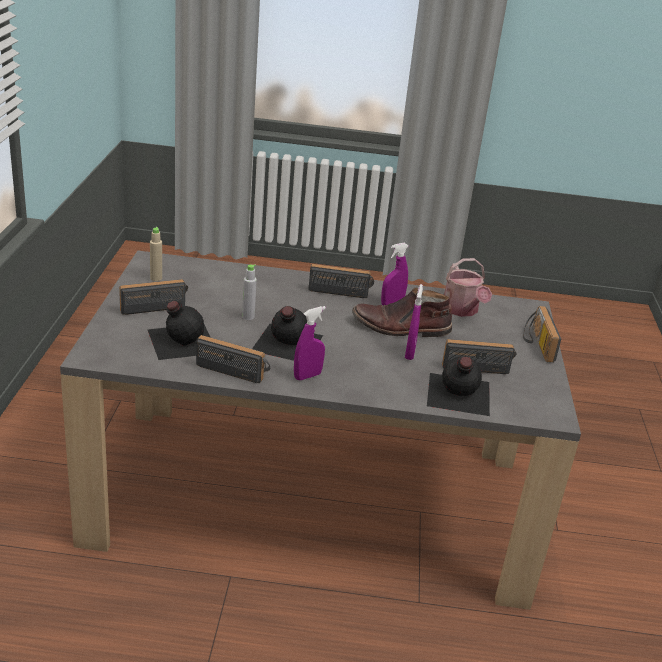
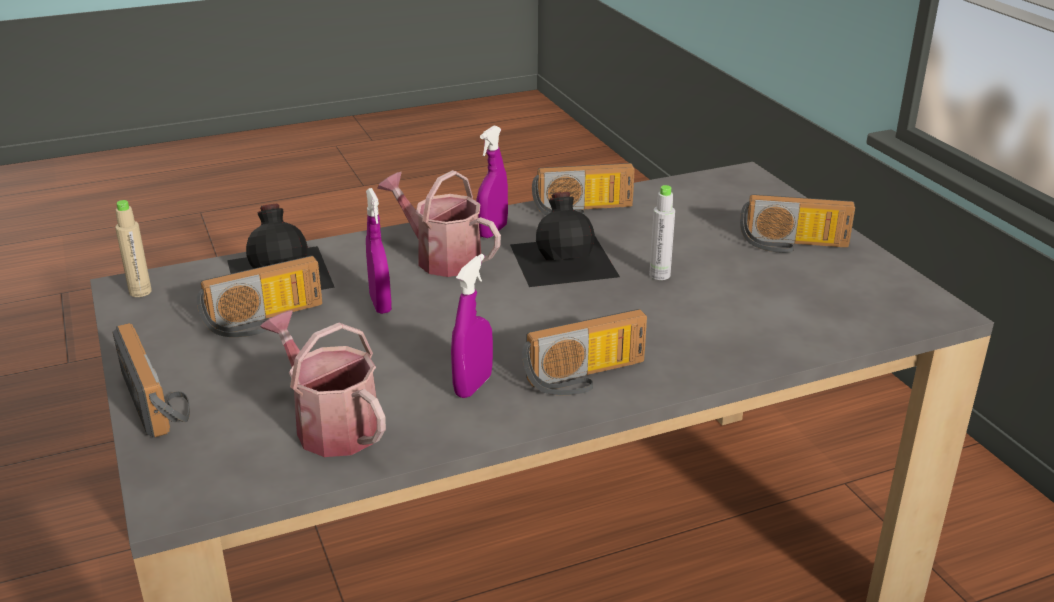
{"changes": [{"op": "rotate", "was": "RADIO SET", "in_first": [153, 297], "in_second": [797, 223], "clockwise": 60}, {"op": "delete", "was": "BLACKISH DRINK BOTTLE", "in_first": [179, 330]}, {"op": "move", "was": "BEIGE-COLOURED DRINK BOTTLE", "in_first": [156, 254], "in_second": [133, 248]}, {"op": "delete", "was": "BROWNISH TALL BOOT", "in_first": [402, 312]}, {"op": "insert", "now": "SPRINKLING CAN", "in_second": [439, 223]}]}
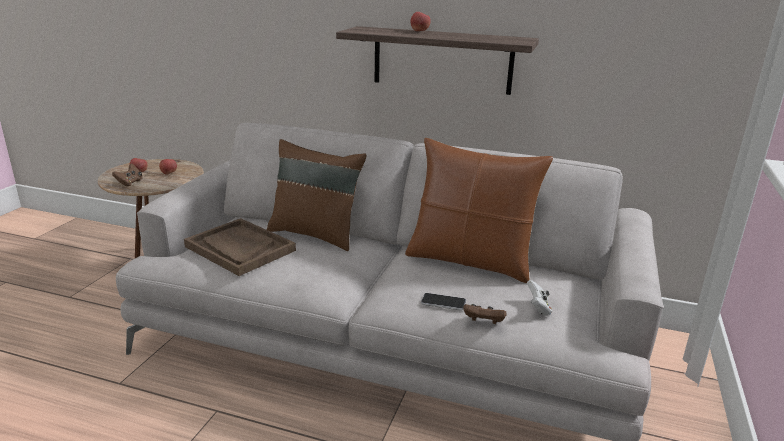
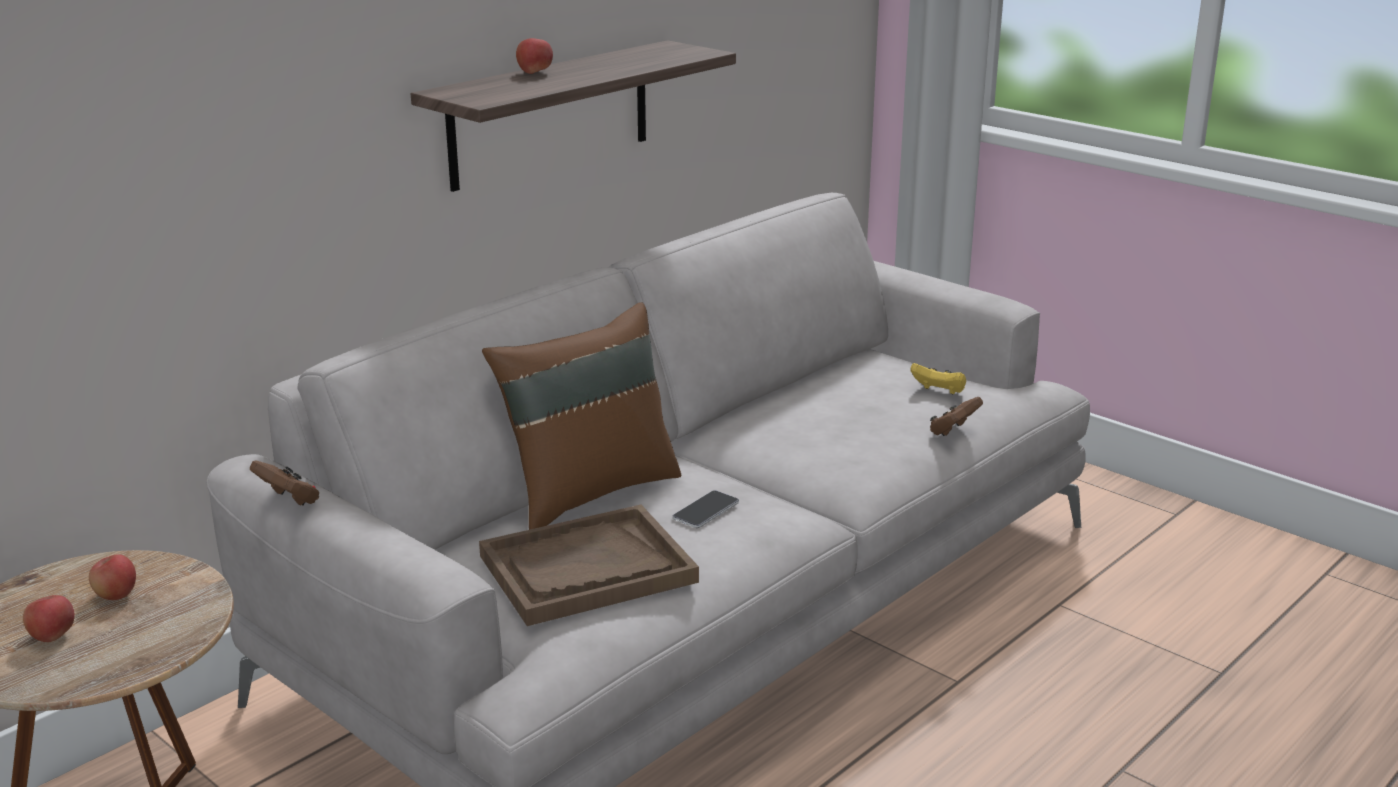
{"changes": [{"op": "move", "was": "BROWNISH GAMEPAD", "in_first": [127, 175], "in_second": [284, 483]}, {"op": "delete", "was": "BROWNISH THROW PILLOW", "in_first": [479, 210]}, {"op": "move", "was": "PHONE", "in_first": [443, 302], "in_second": [705, 509]}, {"op": "recolor", "was": "WHITE GAMEPAD", "now": "YELLOW GAMEPAD", "in_first": [539, 298], "in_second": [938, 379]}]}
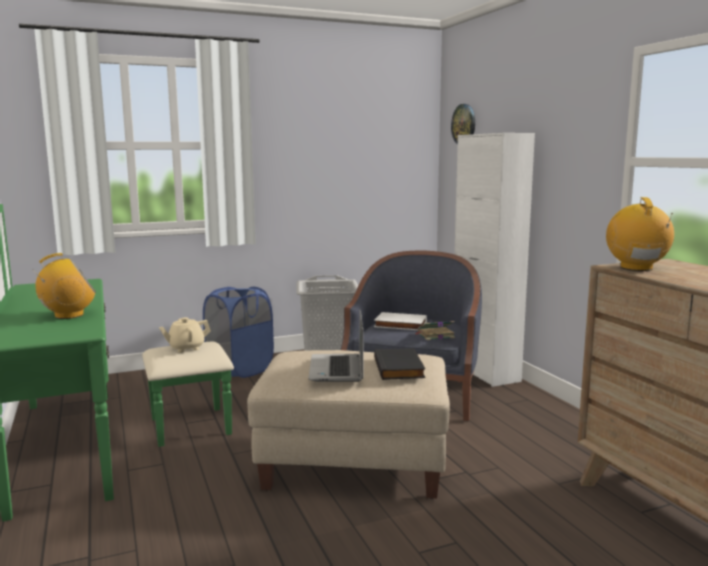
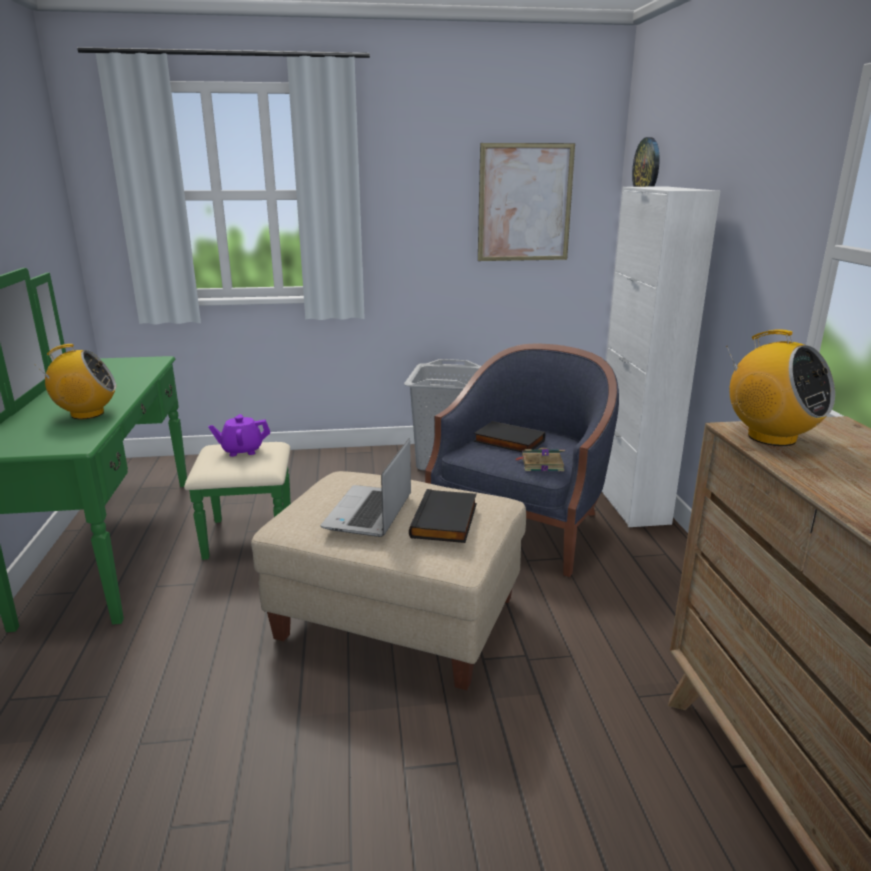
{"changes": [{"op": "recolor", "was": "BEIGE-COLOURED TEA POT", "now": "PURPLE TEA POT", "in_first": [185, 335], "in_second": [239, 435]}, {"op": "delete", "was": "BLUE-COLOURED WASHING BASKET", "in_first": [238, 332]}, {"op": "recolor", "was": "WHITE VOLUME", "now": "BLACKISH VOLUME", "in_first": [400, 321], "in_second": [509, 436]}, {"op": "rotate", "was": "RADIO SET", "in_first": [640, 234], "in_second": [780, 387], "clockwise": 120}, {"op": "insert", "now": "WALL ART", "in_second": [526, 202]}]}
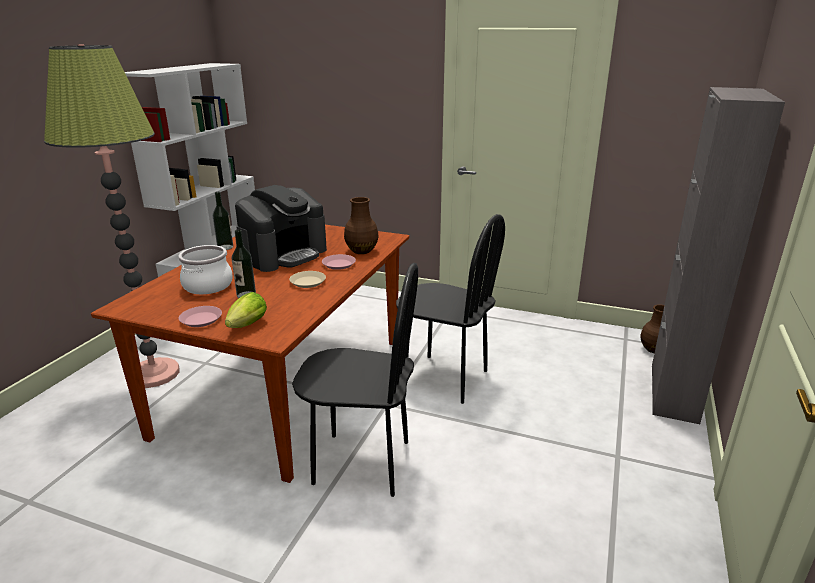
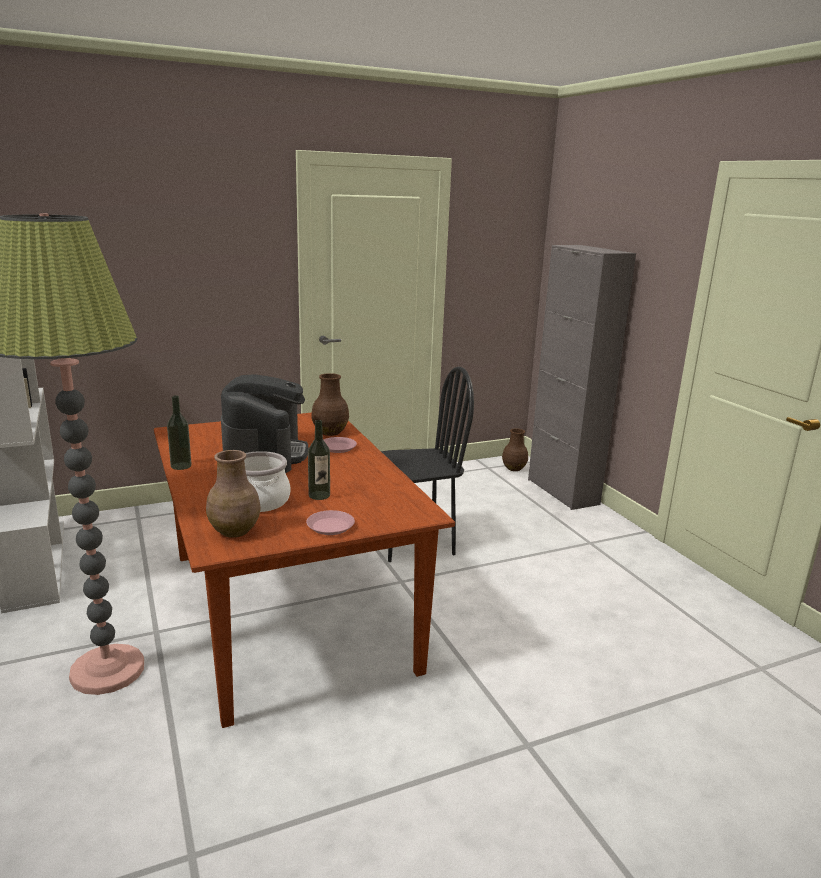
{"changes": [{"op": "delete", "was": "LETTUCE HEAD", "in_first": [246, 310]}, {"op": "delete", "was": "BEIGE-COLOURED FLAT DISH", "in_first": [307, 279]}, {"op": "delete", "was": "BLACKISH PLAIN CHAIR", "in_first": [355, 380]}, {"op": "insert", "now": "BROWNISH FLOWER VASE", "in_second": [233, 494]}]}
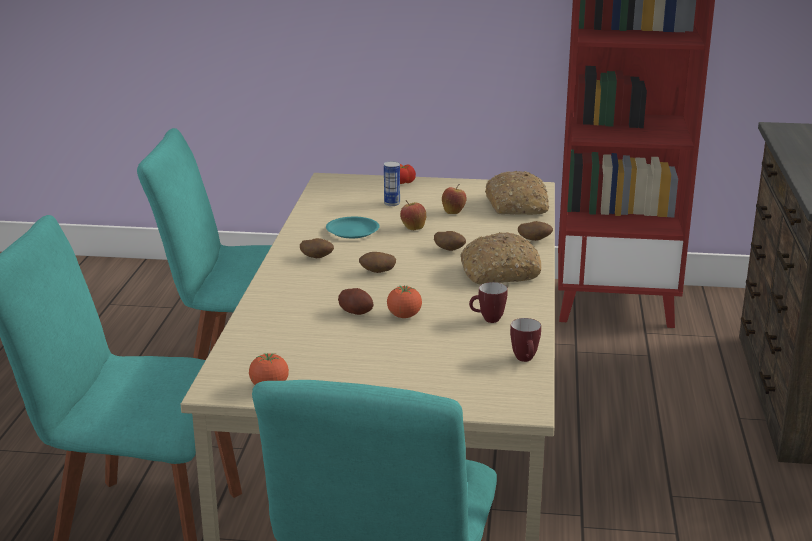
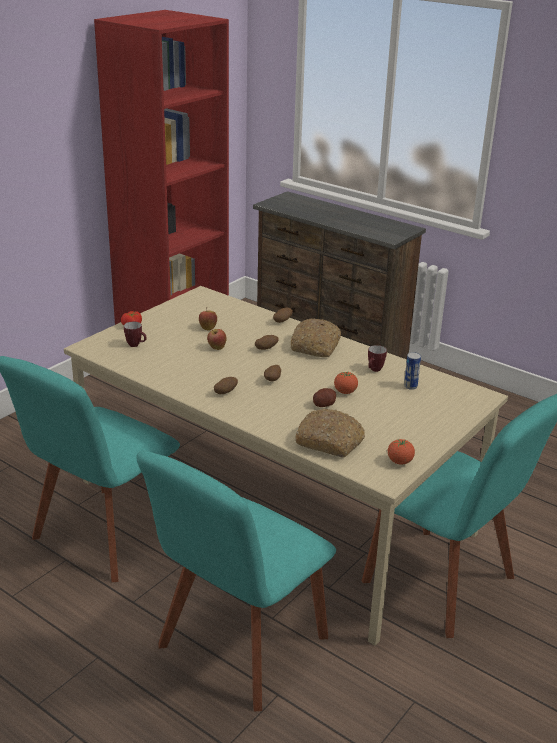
{"changes": [{"op": "delete", "was": "TURQUOISE FLAT DISH", "in_first": [353, 227]}, {"op": "move", "was": "CAN", "in_first": [392, 183], "in_second": [412, 371]}, {"op": "move", "was": "BAKERY BREAD", "in_first": [517, 193], "in_second": [330, 433]}, {"op": "move", "was": "MUG", "in_first": [525, 340], "in_second": [135, 334]}]}
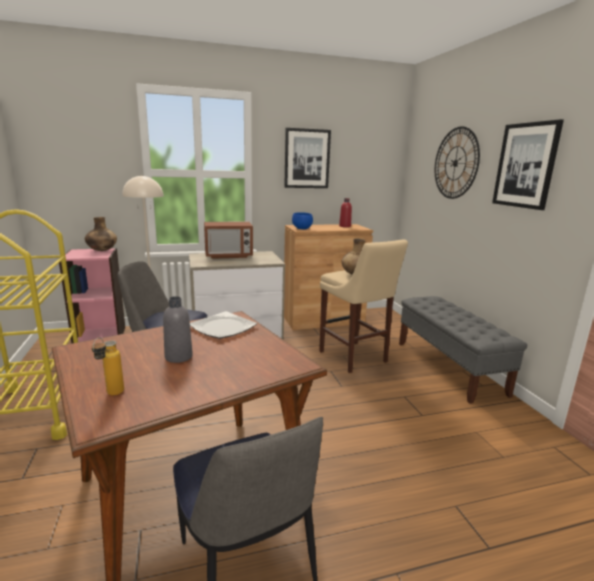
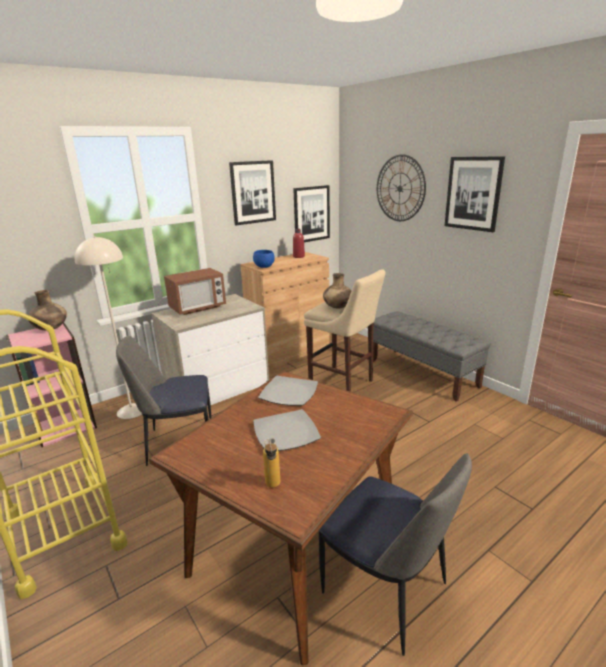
{"changes": [{"op": "replace", "was": "GREYISH DRINK BOTTLE", "now": "FLAT DISH", "in_first": [178, 329], "in_second": [287, 430]}, {"op": "insert", "now": "WALL ART", "in_second": [311, 213]}]}
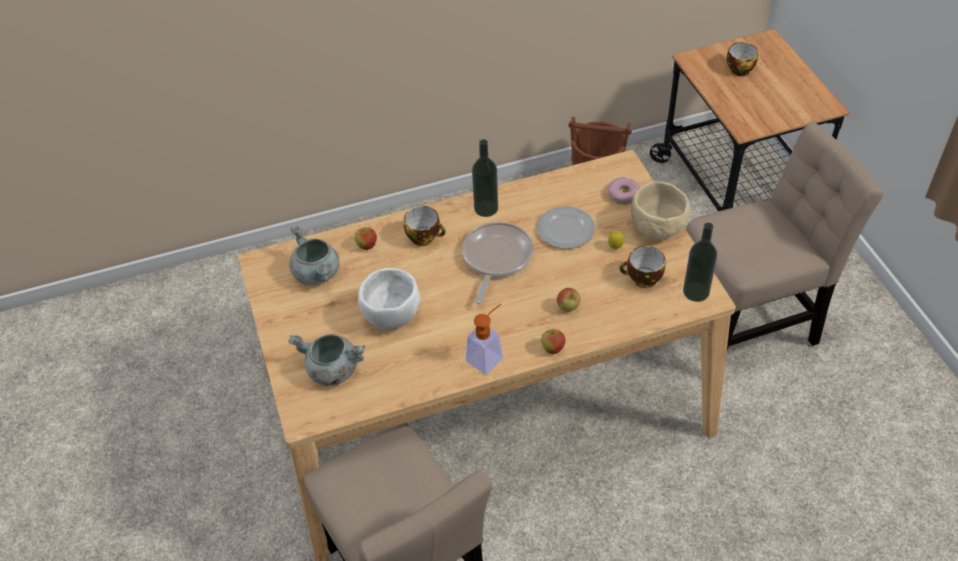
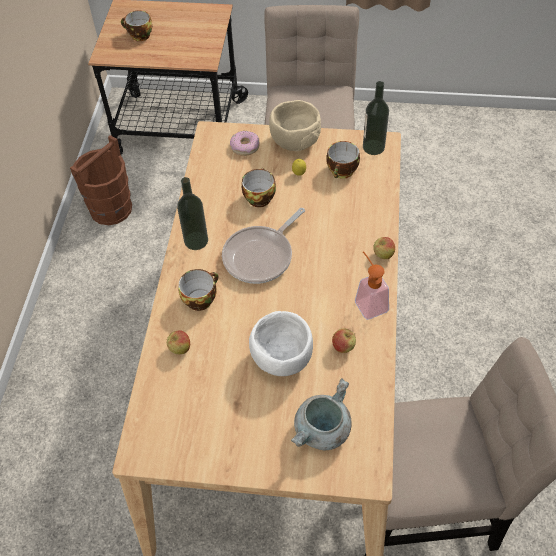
{"changes": [{"op": "delete", "was": "GREYISH SAUCEPOT", "in_first": [314, 255]}, {"op": "rotate", "was": "SKILLET", "in_first": [498, 263], "in_second": [263, 246], "clockwise": -90}, {"op": "replace", "was": "FLAT DISH", "now": "CUP", "in_first": [566, 227], "in_second": [259, 187]}, {"op": "move", "was": "APPLE", "in_first": [569, 300], "in_second": [344, 340]}]}
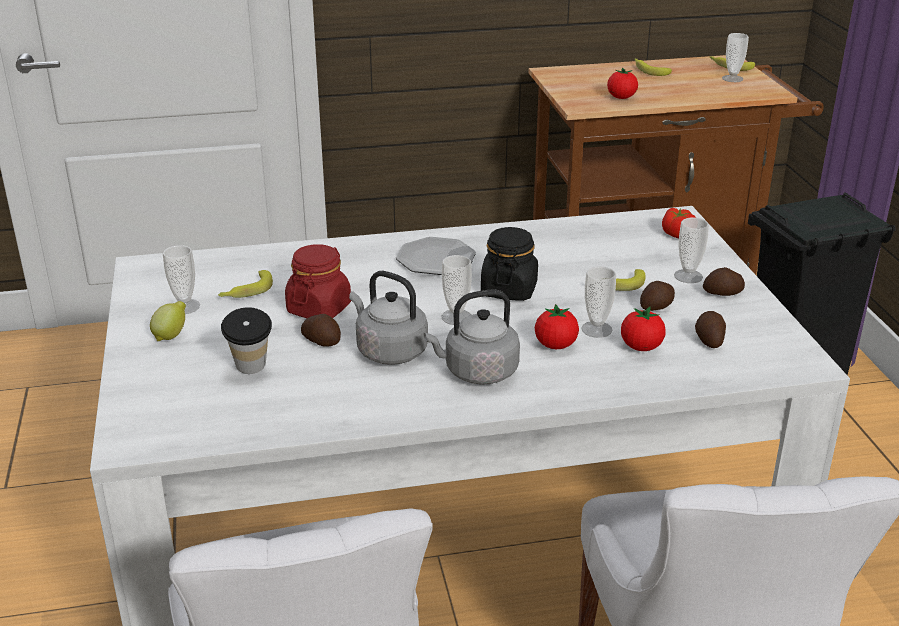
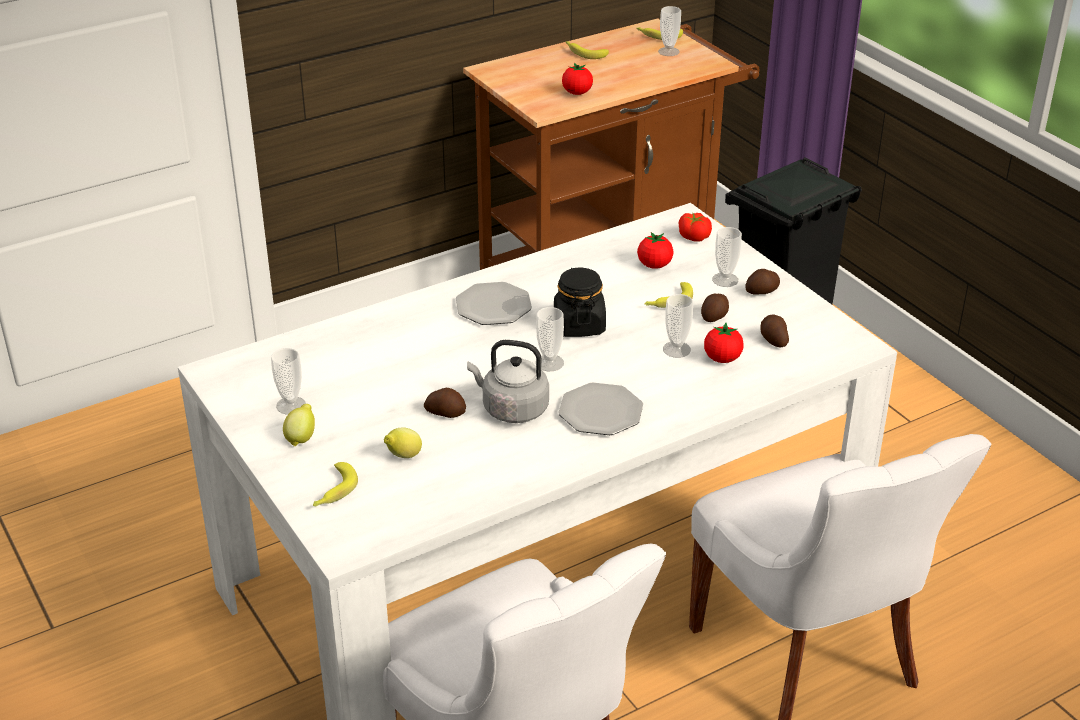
{"changes": [{"op": "move", "was": "WHOLE BANANA", "in_first": [245, 284], "in_second": [335, 484]}, {"op": "replace", "was": "CUP", "now": "WHOLE LEMON", "in_first": [246, 340], "in_second": [403, 442]}, {"op": "delete", "was": "REDDISH JAR", "in_first": [318, 281]}, {"op": "replace", "was": "GREYISH KETTLE", "now": "FLAT DISH", "in_first": [472, 337], "in_second": [600, 408]}, {"op": "move", "was": "TOMATO", "in_first": [557, 326], "in_second": [655, 250]}]}
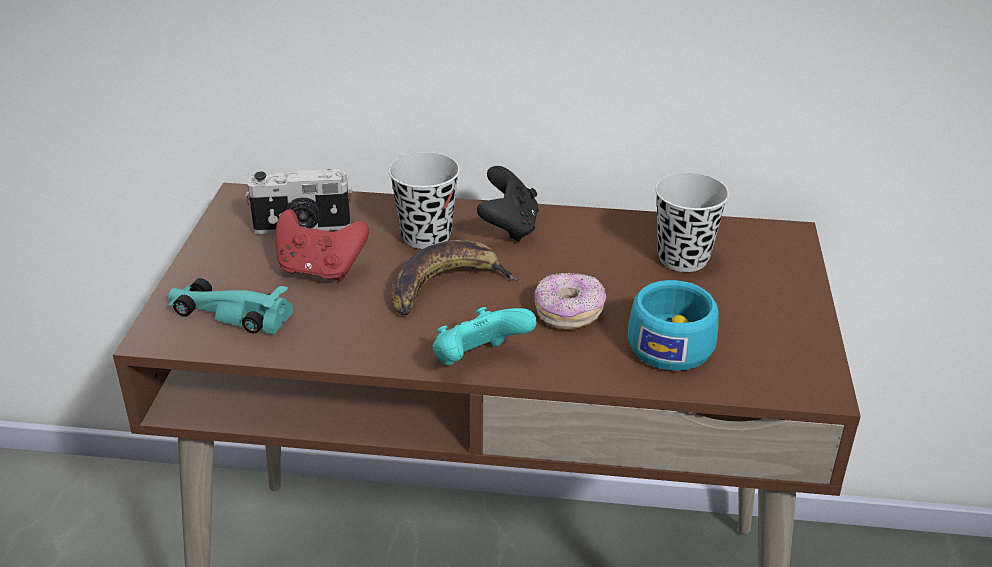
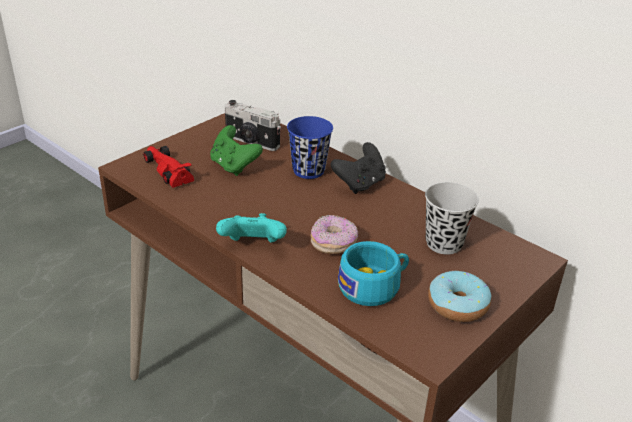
{"changes": [{"op": "recolor", "was": "TURQUOISE MINIATURE CAR", "now": "REDDISH MINIATURE CAR", "in_first": [230, 306], "in_second": [168, 167]}, {"op": "recolor", "was": "REDDISH GAMEPAD", "now": "GREENISH GAMEPAD", "in_first": [322, 245], "in_second": [236, 150]}, {"op": "recolor", "was": "BLACKISH CUP", "now": "BLUE-COLOURED CUP", "in_first": [424, 200], "in_second": [310, 147]}, {"op": "delete", "was": "WHOLE BANANA", "in_first": [455, 277]}, {"op": "insert", "now": "DOUGHNUT", "in_second": [459, 296]}]}
